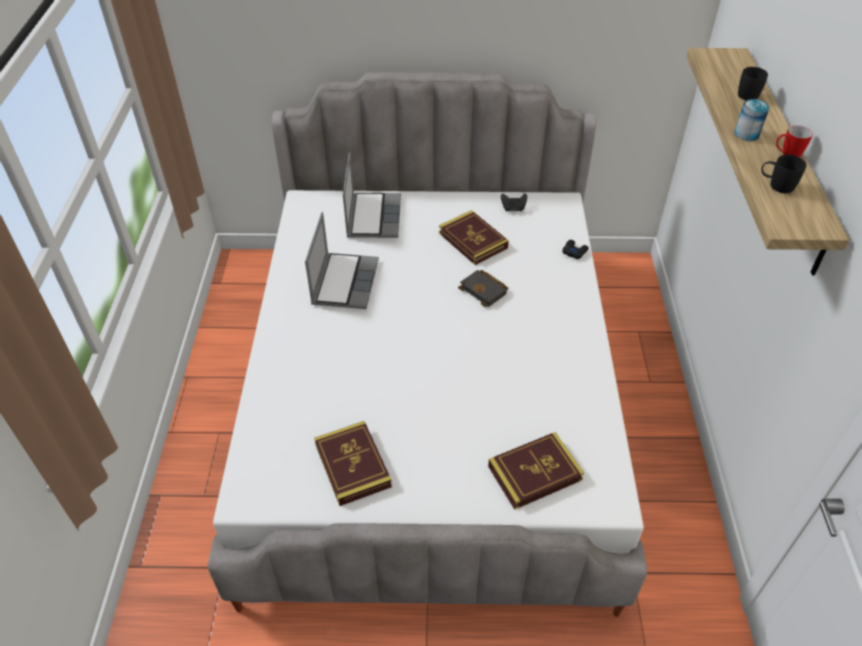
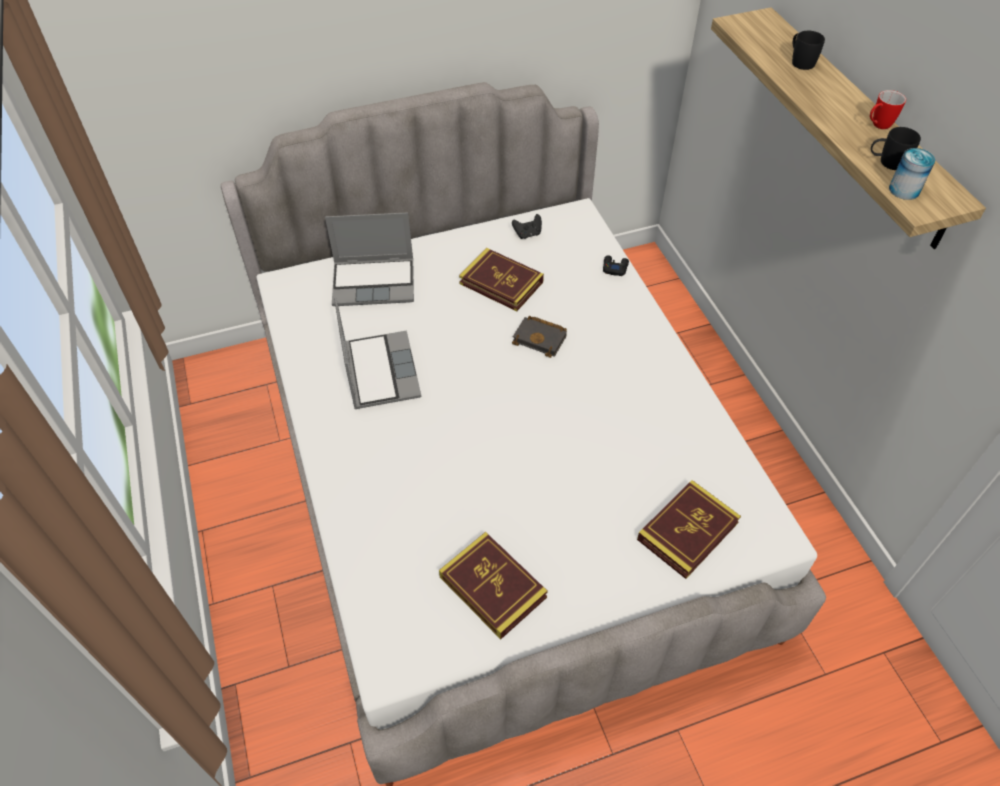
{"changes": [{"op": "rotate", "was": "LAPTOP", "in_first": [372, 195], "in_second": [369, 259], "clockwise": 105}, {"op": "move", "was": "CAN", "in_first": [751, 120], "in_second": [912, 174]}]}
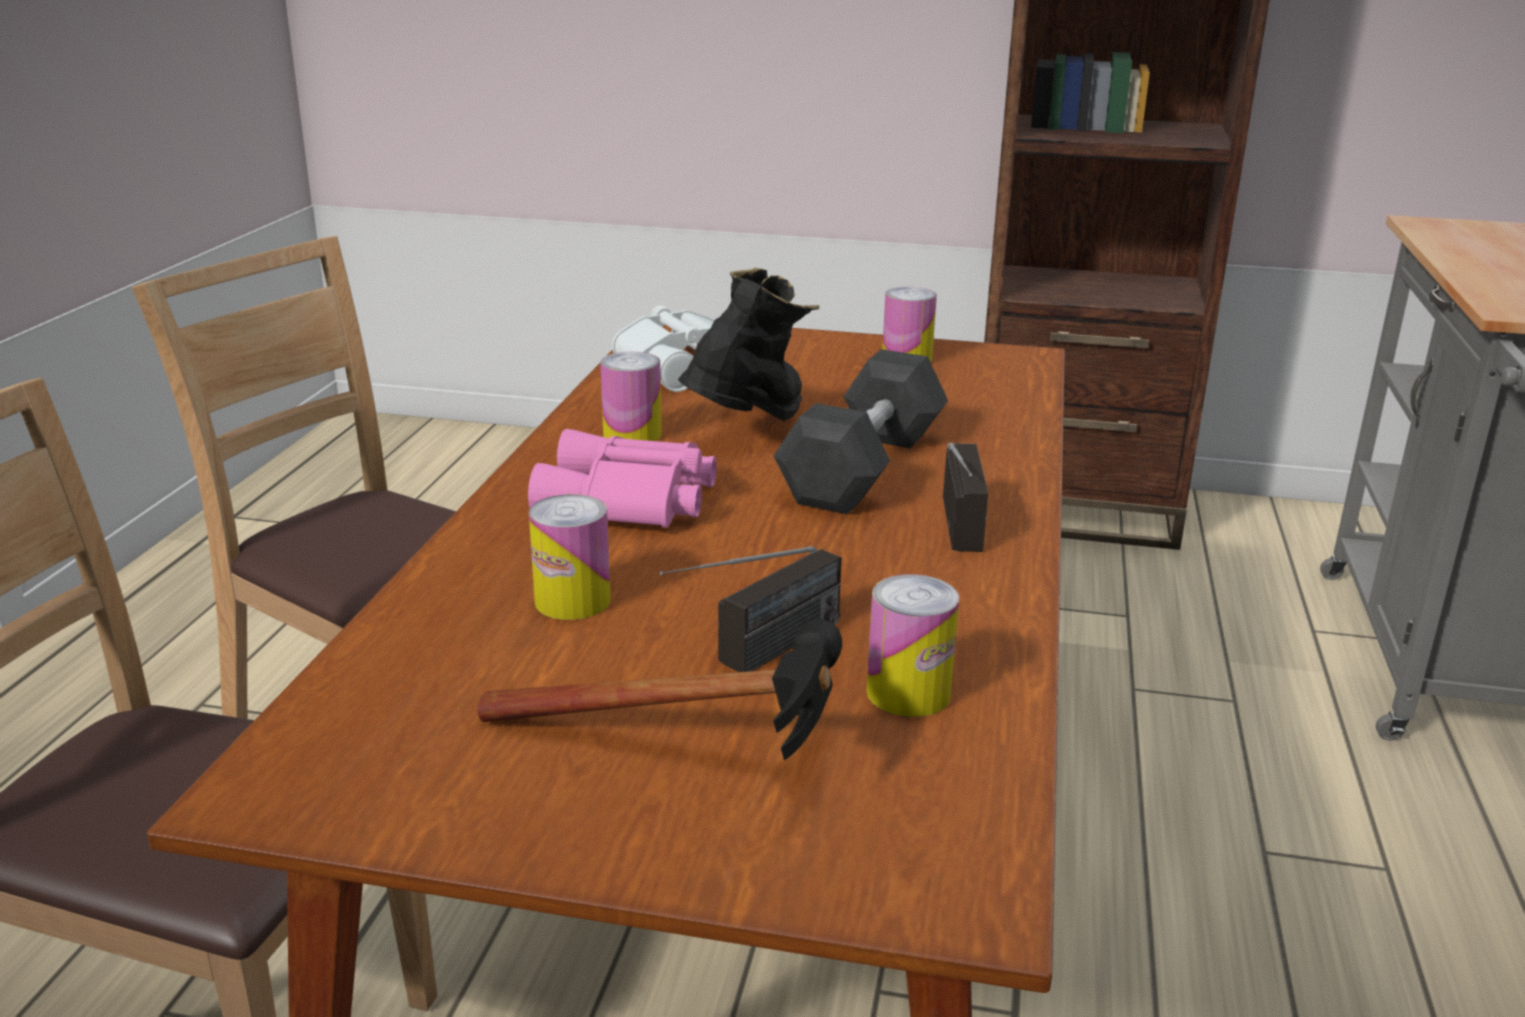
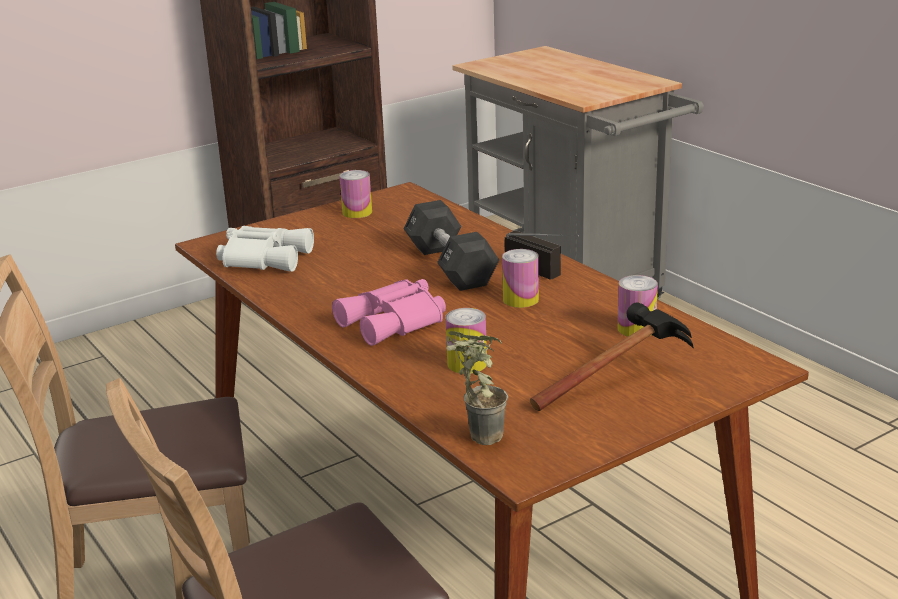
{"changes": [{"op": "move", "was": "CAN", "in_first": [631, 396], "in_second": [520, 278]}, {"op": "delete", "was": "RADIO SET", "in_first": [750, 609]}, {"op": "delete", "was": "BLACKISH TALL BOOT", "in_first": [748, 344]}, {"op": "insert", "now": "HOUSEPLANT", "in_second": [477, 388]}]}
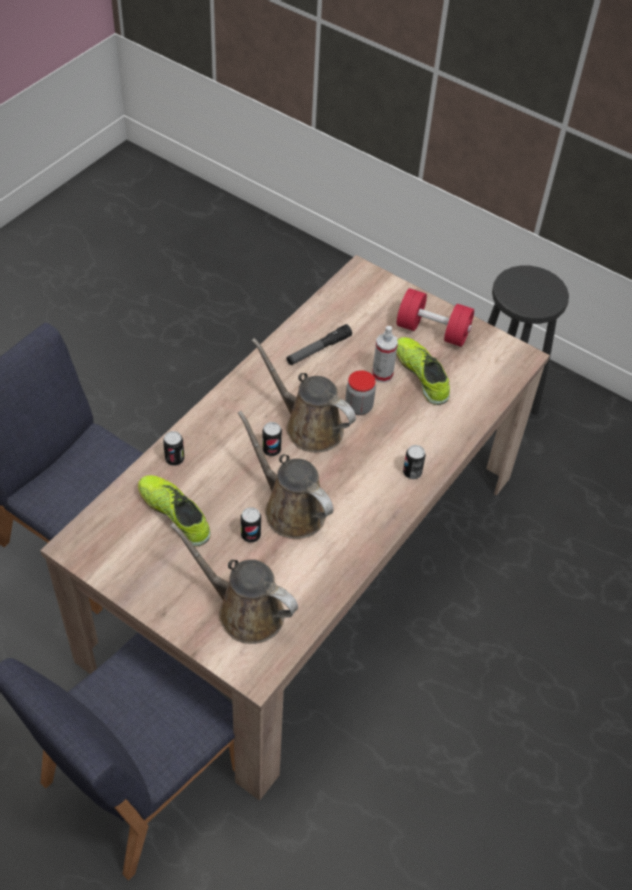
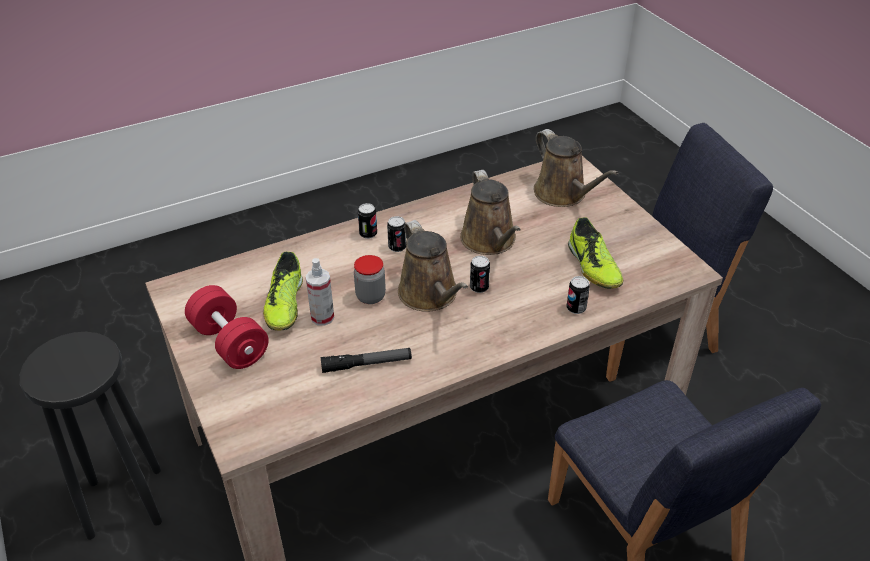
{"changes": [{"op": "move", "was": "CAN", "in_first": [251, 525], "in_second": [396, 234]}]}
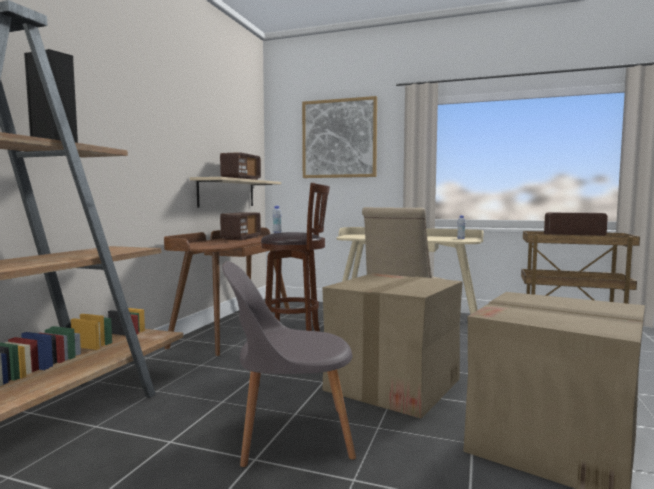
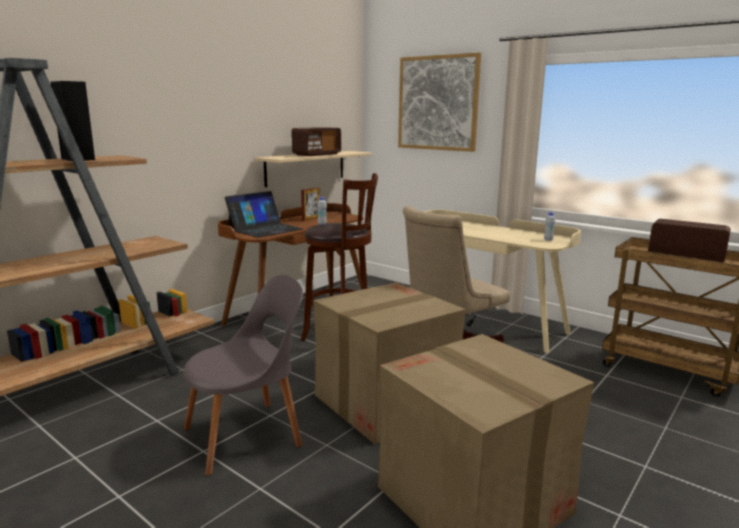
{"changes": [{"op": "replace", "was": "RADIO SET", "now": "PHOTO FRAME", "in_first": [240, 226], "in_second": [310, 204]}, {"op": "rotate", "was": "GREYISH PLAIN CHAIR", "in_first": [289, 364], "in_second": [243, 375], "clockwise": 135}, {"op": "insert", "now": "LAPTOP", "in_second": [264, 214]}]}
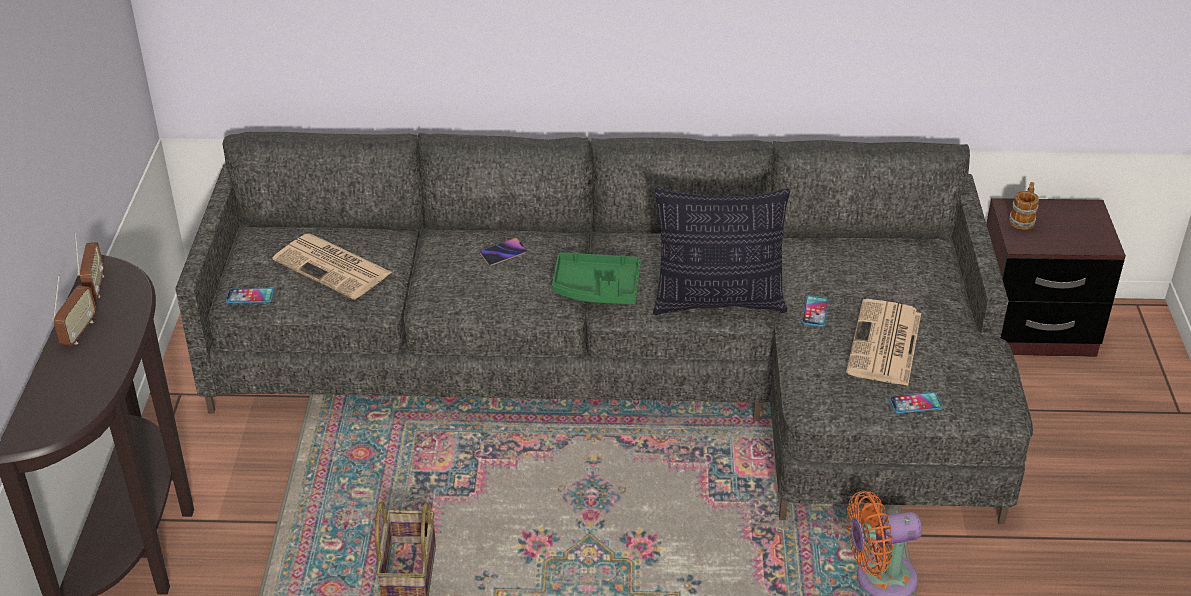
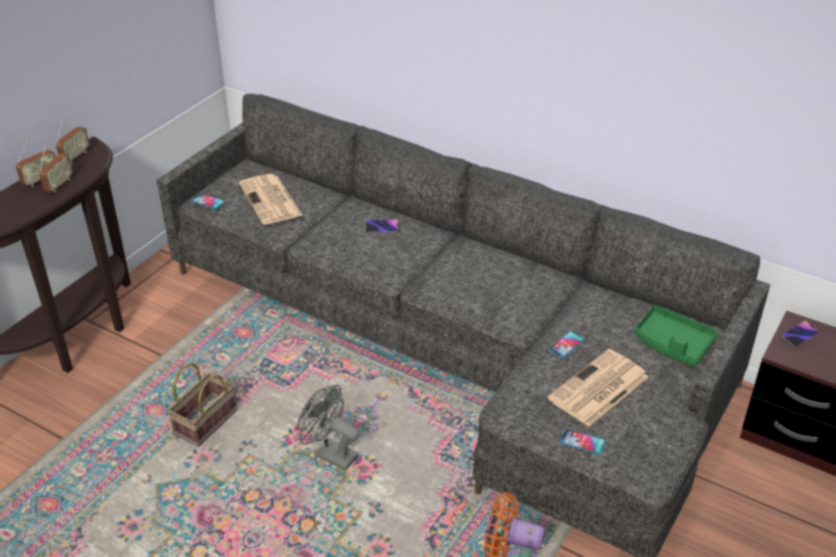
{"changes": [{"op": "move", "was": "GREENISH TRAY", "in_first": [596, 278], "in_second": [676, 336]}, {"op": "delete", "was": "THROW PILLOW", "in_first": [721, 251]}, {"op": "replace", "was": "MUG", "now": "PHONE", "in_first": [1024, 206], "in_second": [800, 334]}, {"op": "insert", "now": "RADIO SET", "in_second": [56, 168]}, {"op": "insert", "now": "GREYISH ELECTRIC FAN", "in_second": [328, 428]}]}
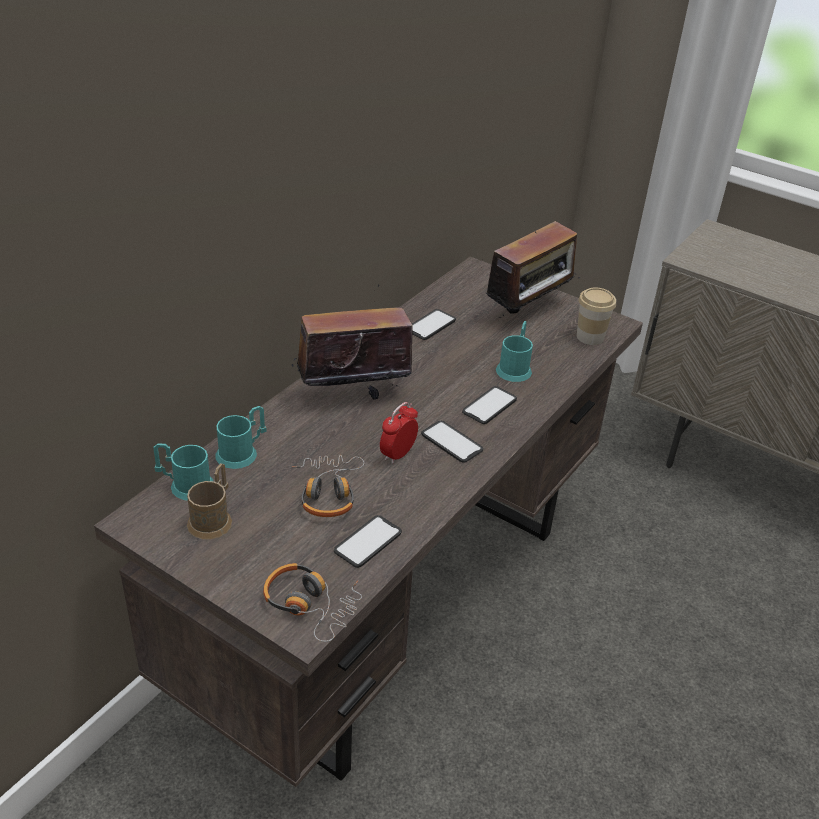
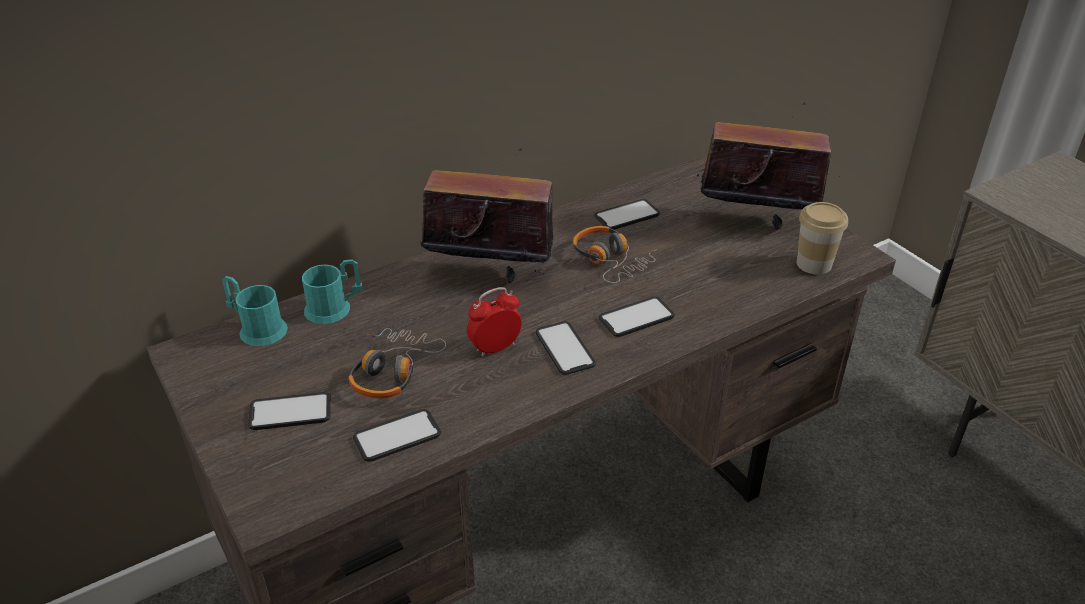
{"changes": [{"op": "delete", "was": "BROWNISH MUG", "in_first": [209, 501]}, {"op": "move", "was": "HEADPHONES", "in_first": [312, 602], "in_second": [615, 254]}, {"op": "rotate", "was": "RADIO SET", "in_first": [530, 271], "in_second": [769, 166], "clockwise": -150}, {"op": "delete", "was": "TURQUOISE MUG", "in_first": [514, 351]}, {"op": "insert", "now": "PHONE", "in_second": [289, 411]}]}
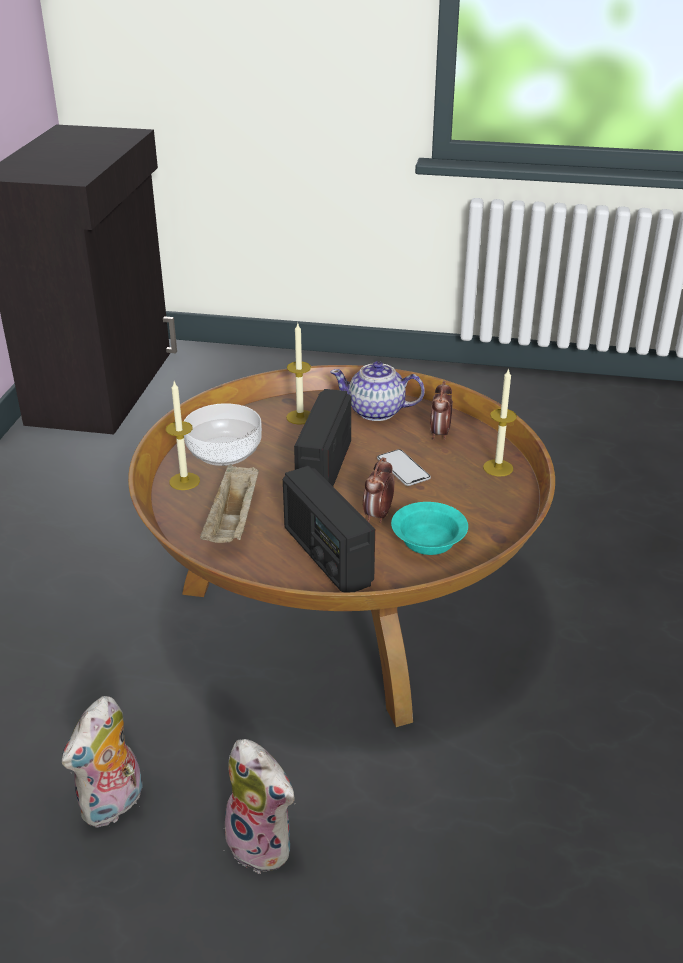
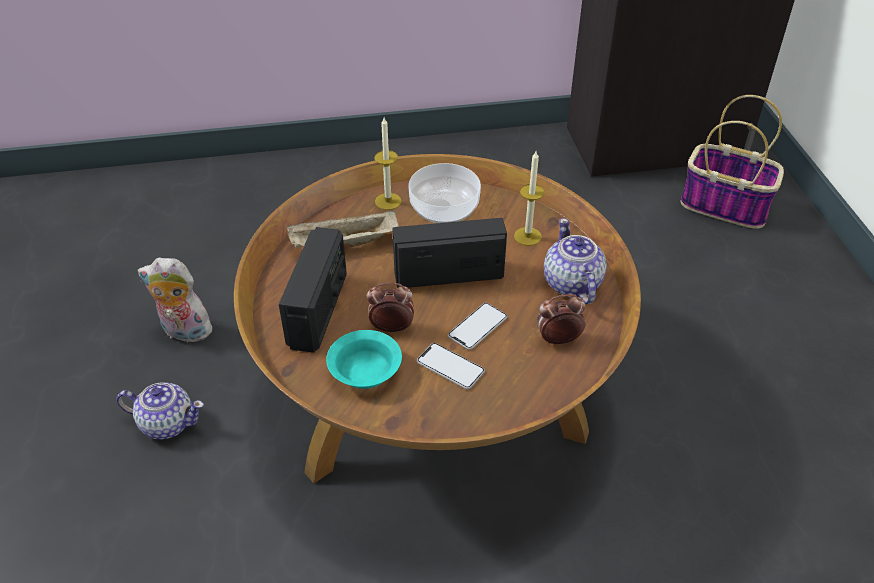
{"changes": [{"op": "replace", "was": "PLUSH TOY", "now": "TEA POT", "in_first": [258, 806], "in_second": [160, 411]}, {"op": "rotate", "was": "RADIO SET", "in_first": [329, 529], "in_second": [313, 290], "clockwise": 150}, {"op": "delete", "was": "CANDLE", "in_first": [500, 422]}, {"op": "insert", "now": "PHONE", "in_second": [451, 366]}, {"op": "insert", "now": "BASKET", "in_second": [732, 162]}]}
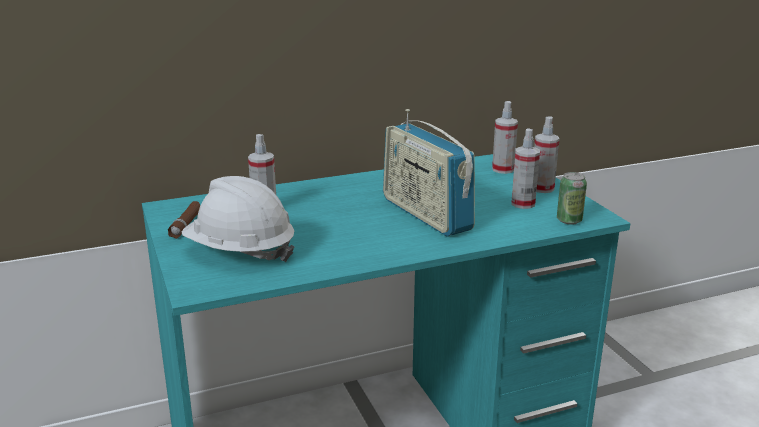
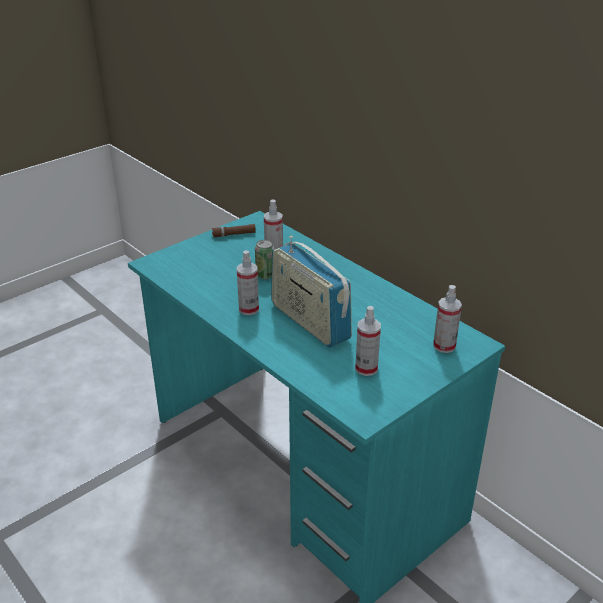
{"changes": [{"op": "delete", "was": "WHITE WORK HELMET", "in_first": [238, 219]}, {"op": "rotate", "was": "RADIO SET", "in_first": [429, 173], "in_second": [311, 291], "clockwise": -75}, {"op": "move", "was": "SPRAYER", "in_first": [547, 154], "in_second": [248, 282]}, {"op": "move", "was": "CAN", "in_first": [572, 198], "in_second": [265, 259]}]}
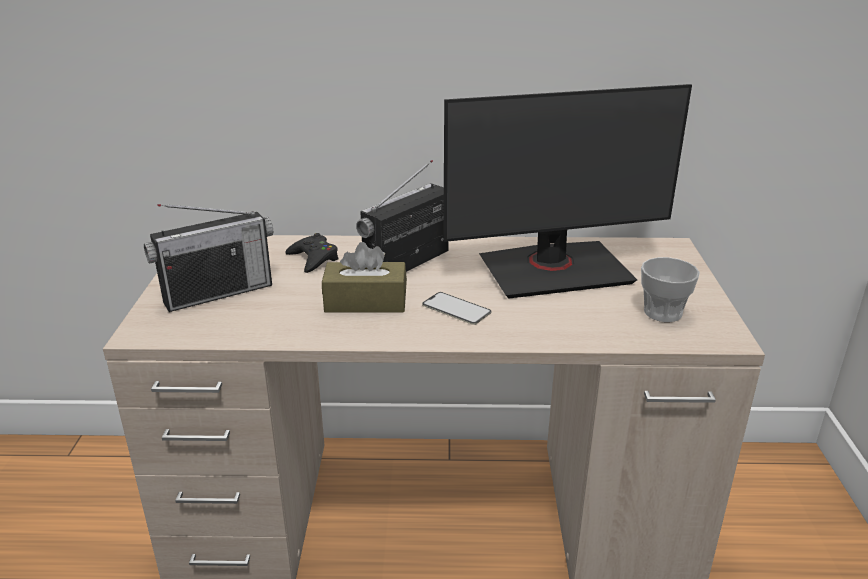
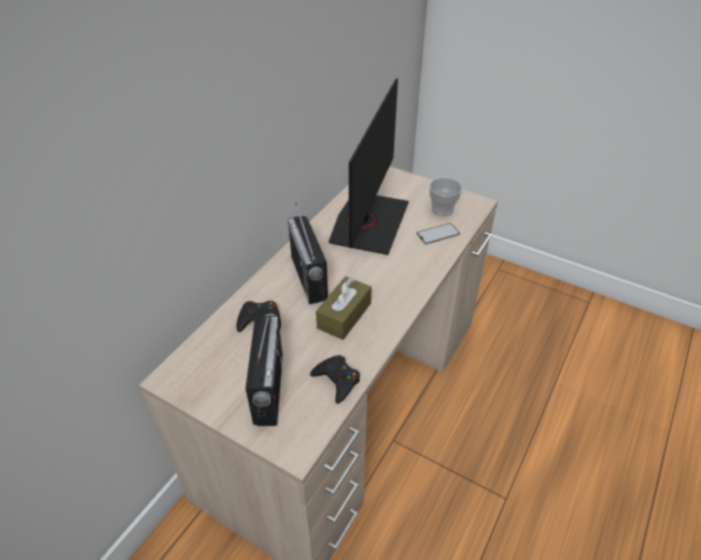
{"changes": [{"op": "move", "was": "PHONE", "in_first": [457, 308], "in_second": [438, 233]}, {"op": "insert", "now": "BLACKISH GAMEPAD", "in_second": [335, 379]}]}
